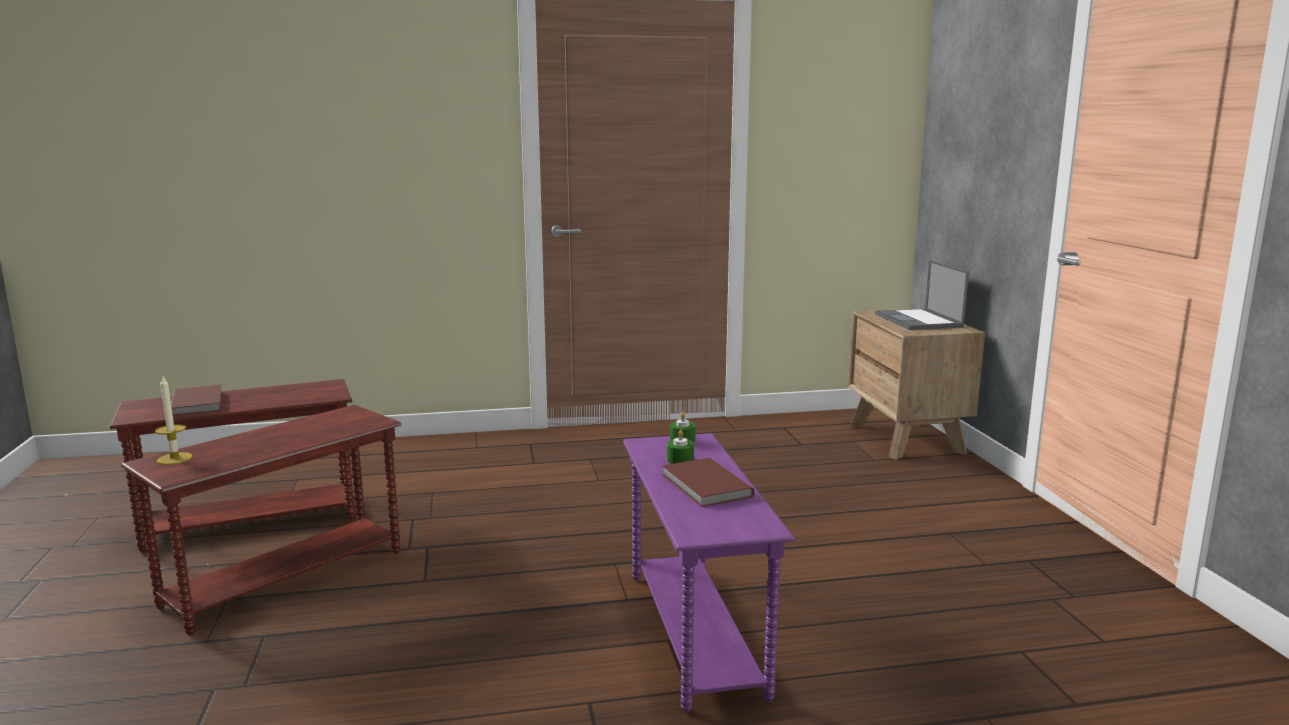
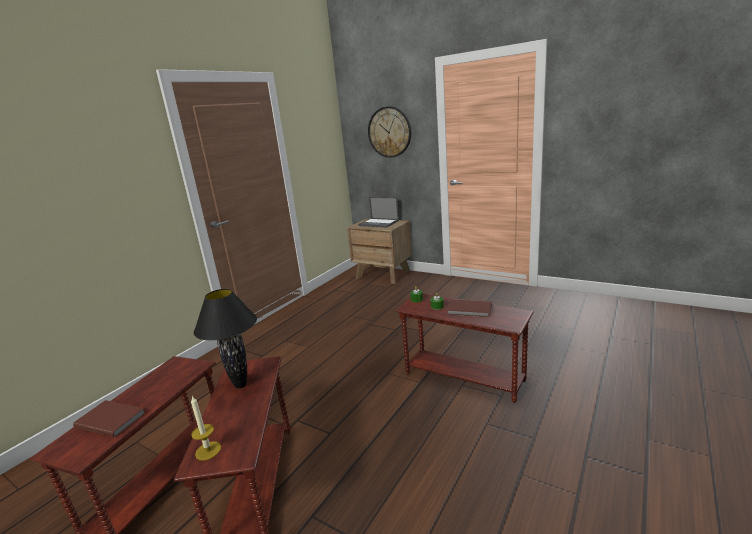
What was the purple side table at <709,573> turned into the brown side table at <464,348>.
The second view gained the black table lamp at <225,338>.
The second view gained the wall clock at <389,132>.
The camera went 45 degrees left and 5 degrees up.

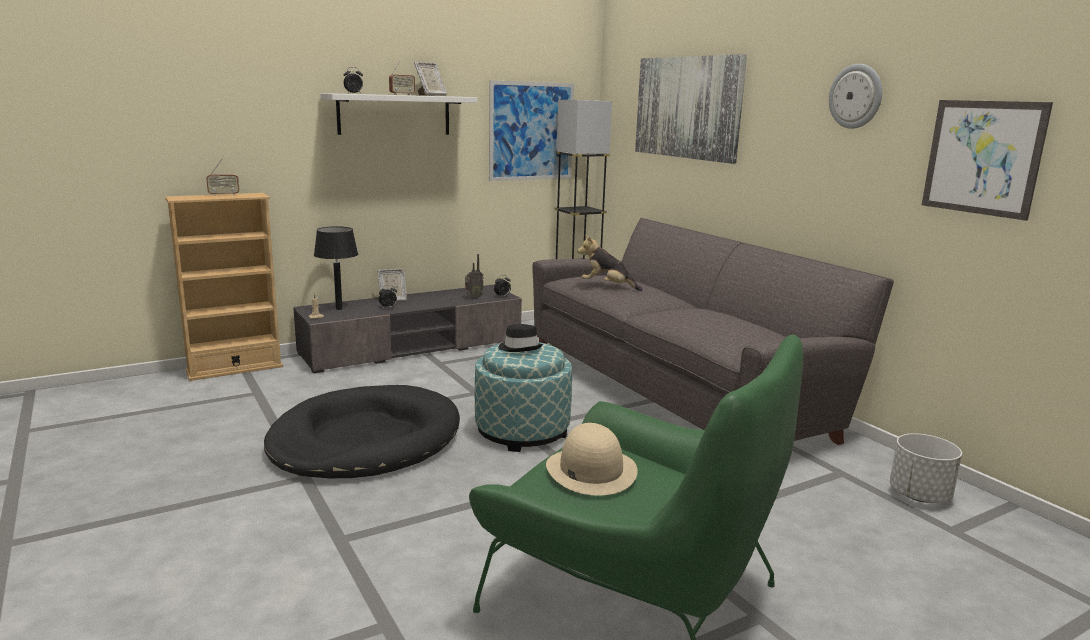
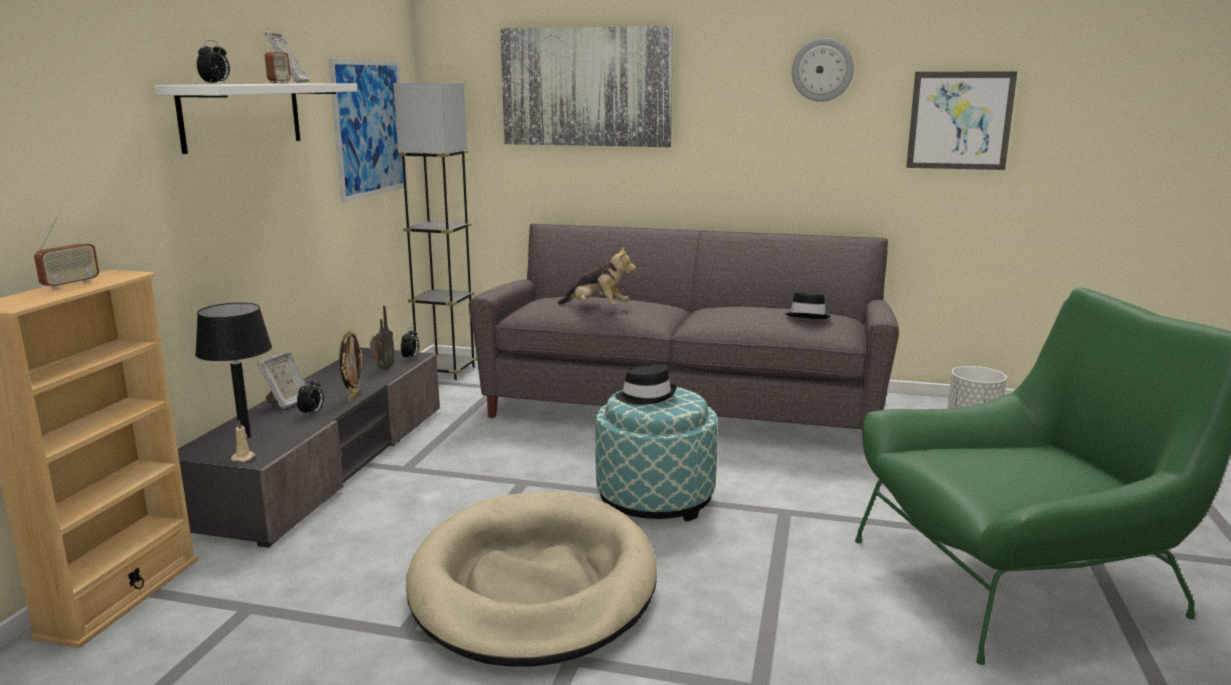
What was the black dog bed at <362,431> turned into the beige dog bed at <531,579>.
The second view lost the beige hat at <592,459>.
The plush toy at <610,263> ended up facing another way, 135 degrees counterclockwise from before.
The second view gained the picture frame at <351,366>.
The second view gained the black hat at <808,305>.
The camera went 45 degrees left and 0 degrees up.

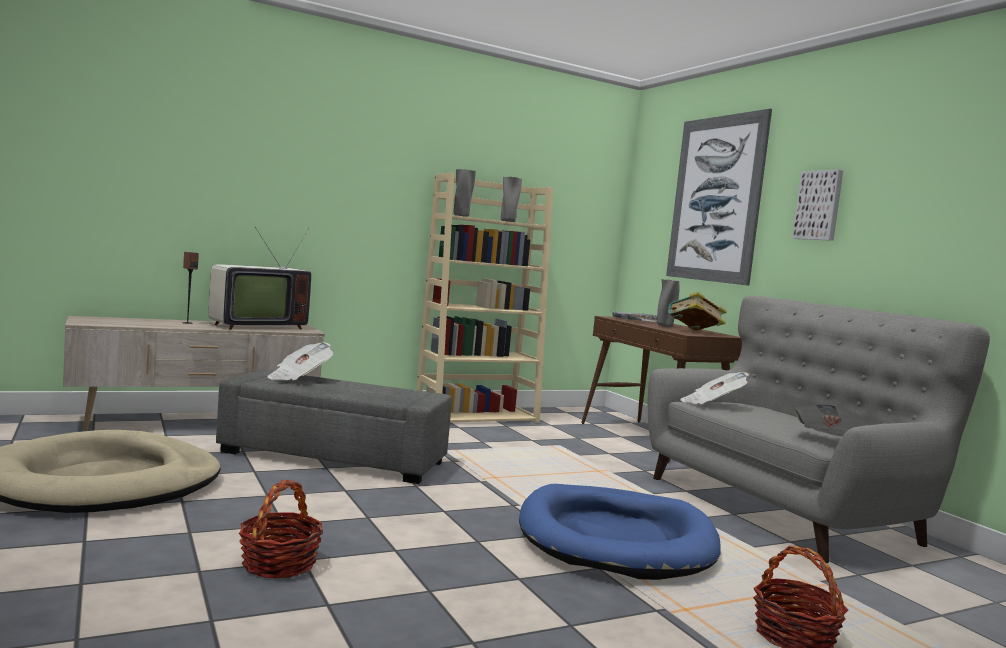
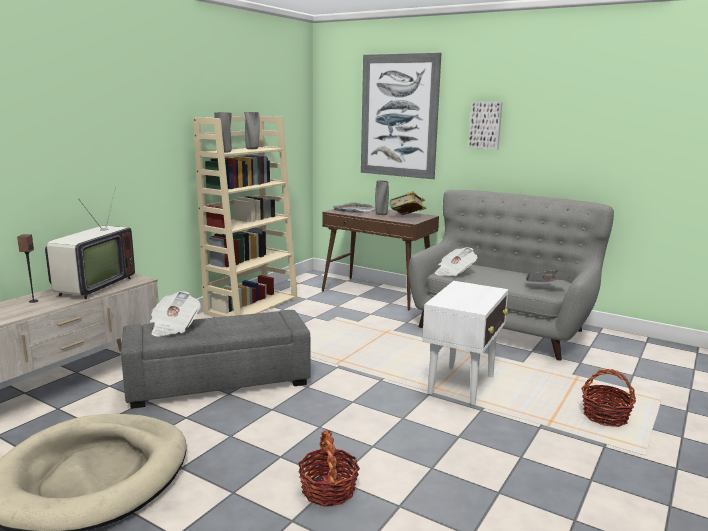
Where the blue dog bed stood at <620,532>, the white side table came to stand at <465,343>.
The camera went 30 degrees left and 10 degrees up.

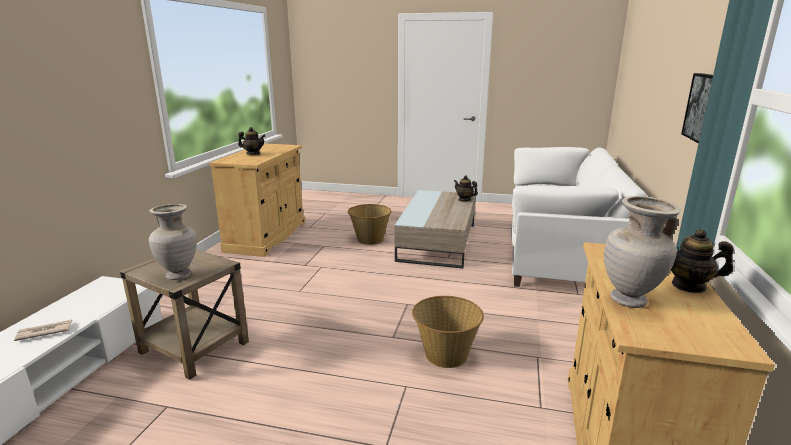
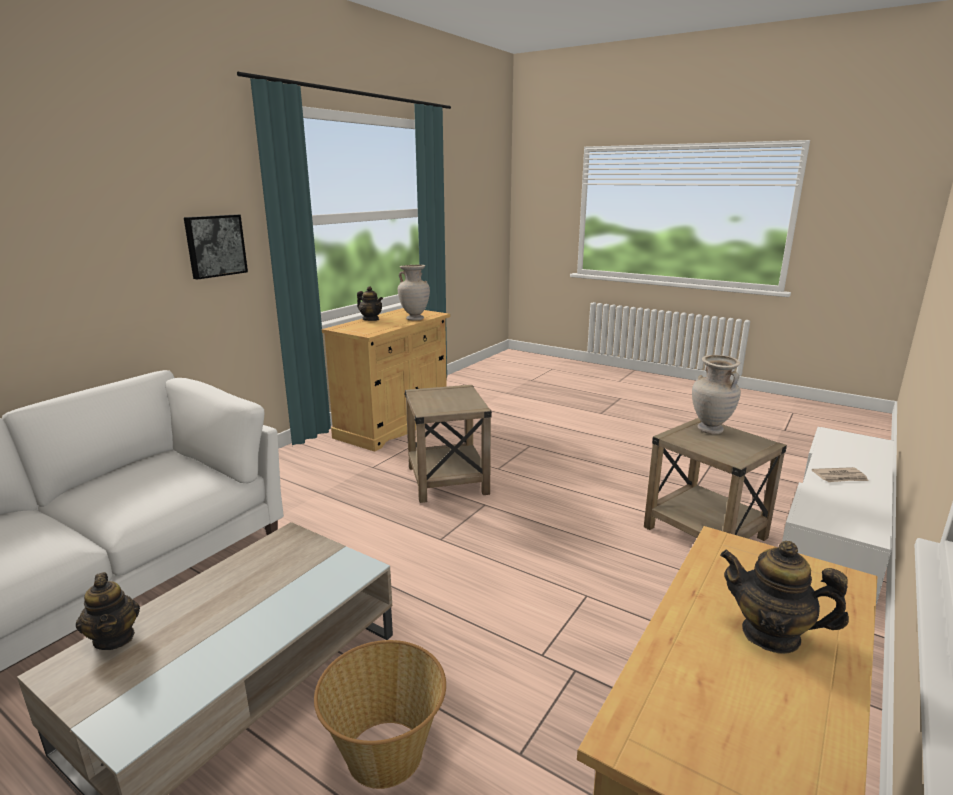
Where the basket stood at <448,332>, the beige side table came to stand at <448,444>.
The camera went 160 degrees left and 0 degrees up.

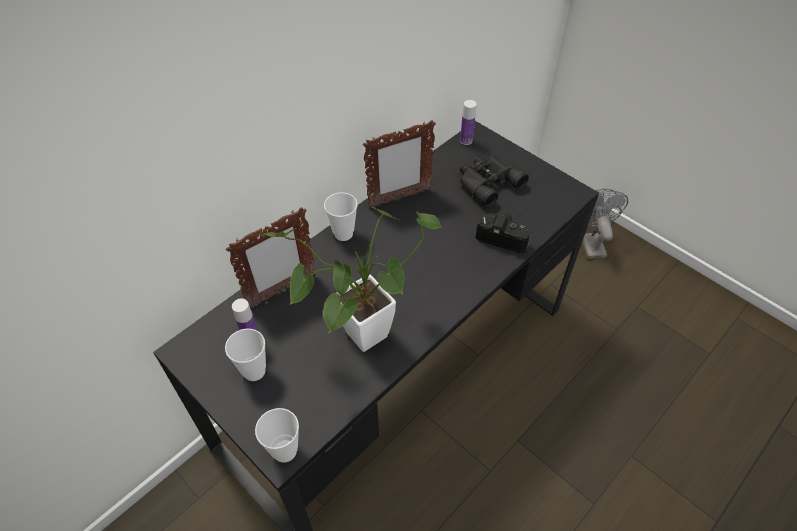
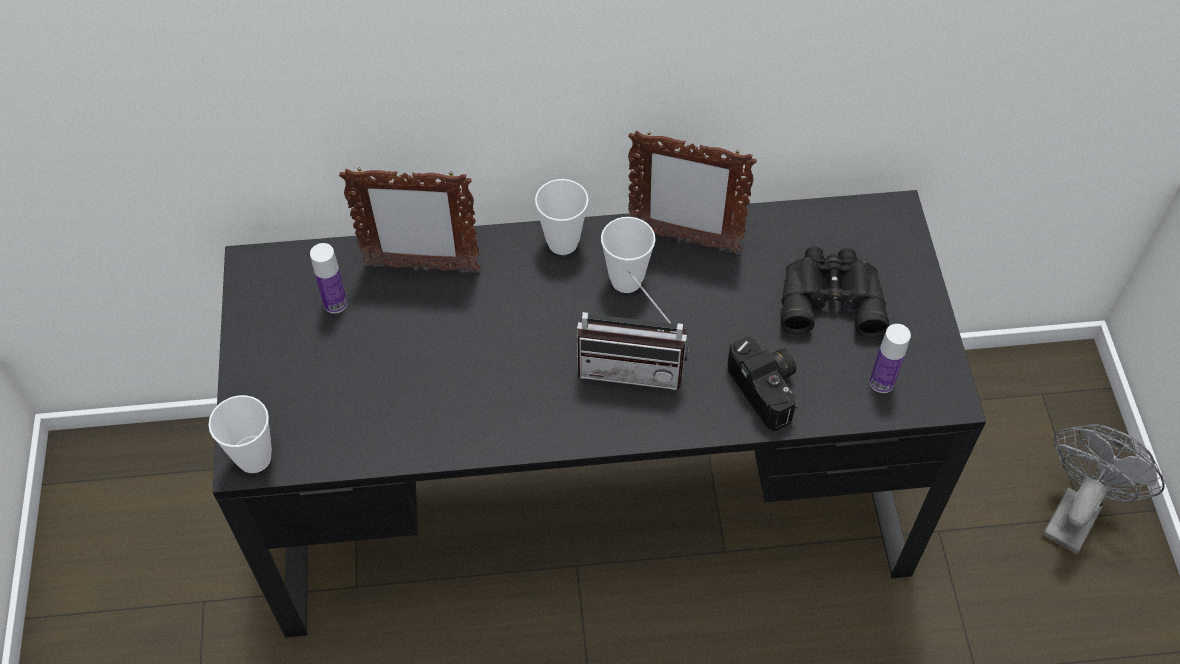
The cup ended up elsewhere, having gone from <245,355> to <628,255>.
The second view lost the potted plant at <351,279>.
The bottle ended up elsewhere, having gone from <468,122> to <890,358>.
The second view gained the radio at <633,329>.
The camera went 40 degrees right and 5 degrees up.

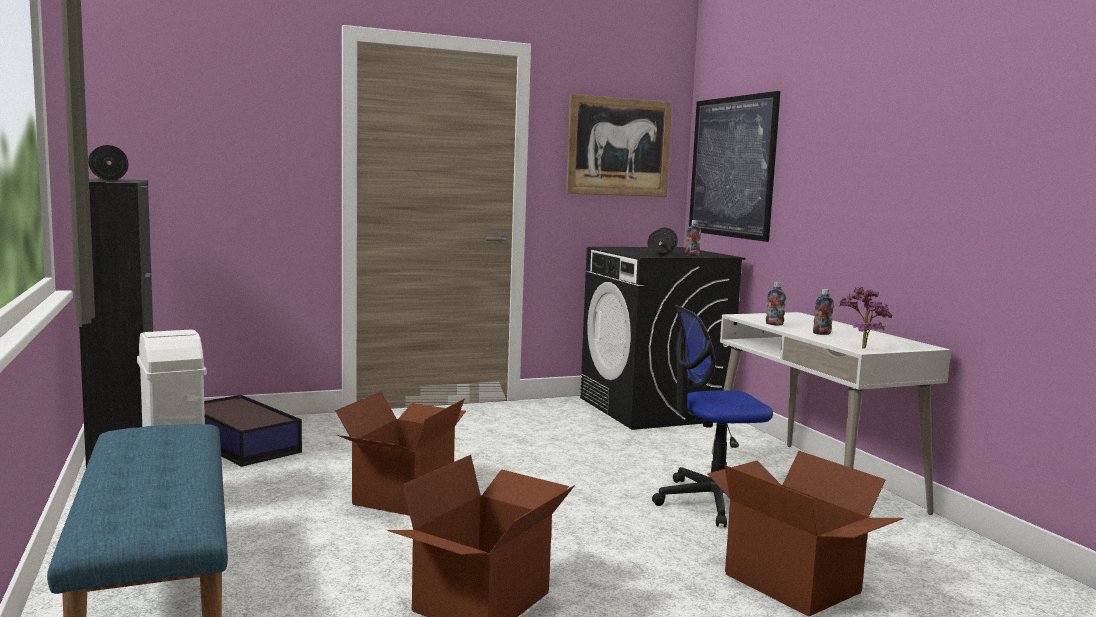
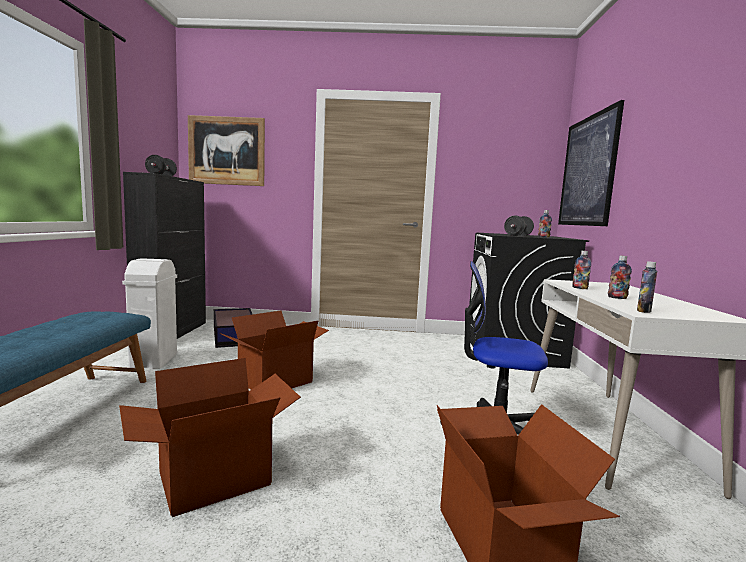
The picture ended up elsewhere, having gone from <619,145> to <226,150>.
Where the potted plant stood at <866,318>, the bottle came to stand at <647,287>.
The camera went 25 degrees right and 0 degrees up.

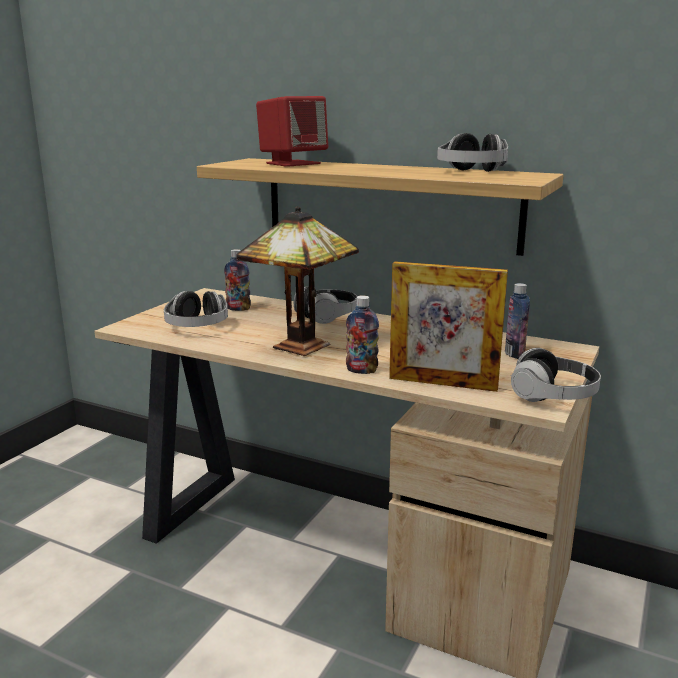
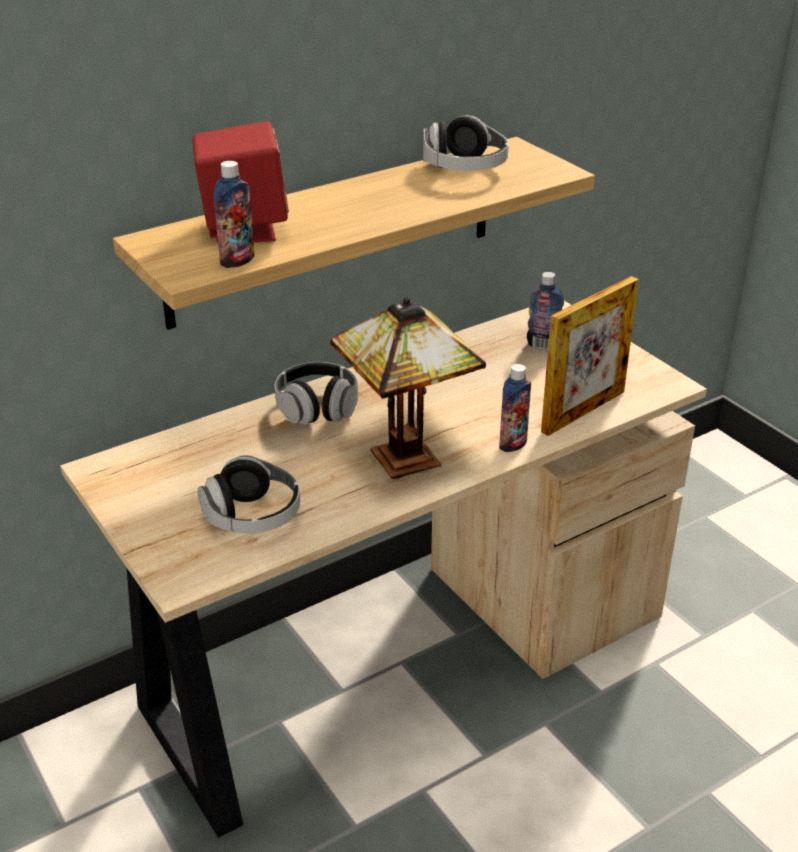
The bottle ended up elsewhere, having gone from <237,280> to <234,214>.
The second view lost the headphones at <556,375>.
The camera went 60 degrees left and 15 degrees up.

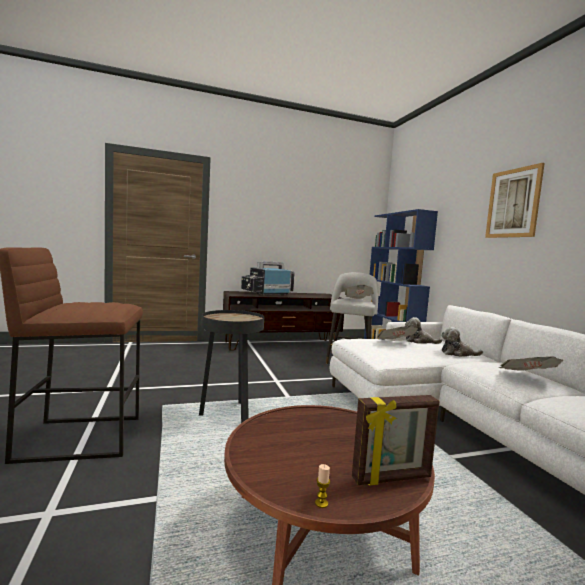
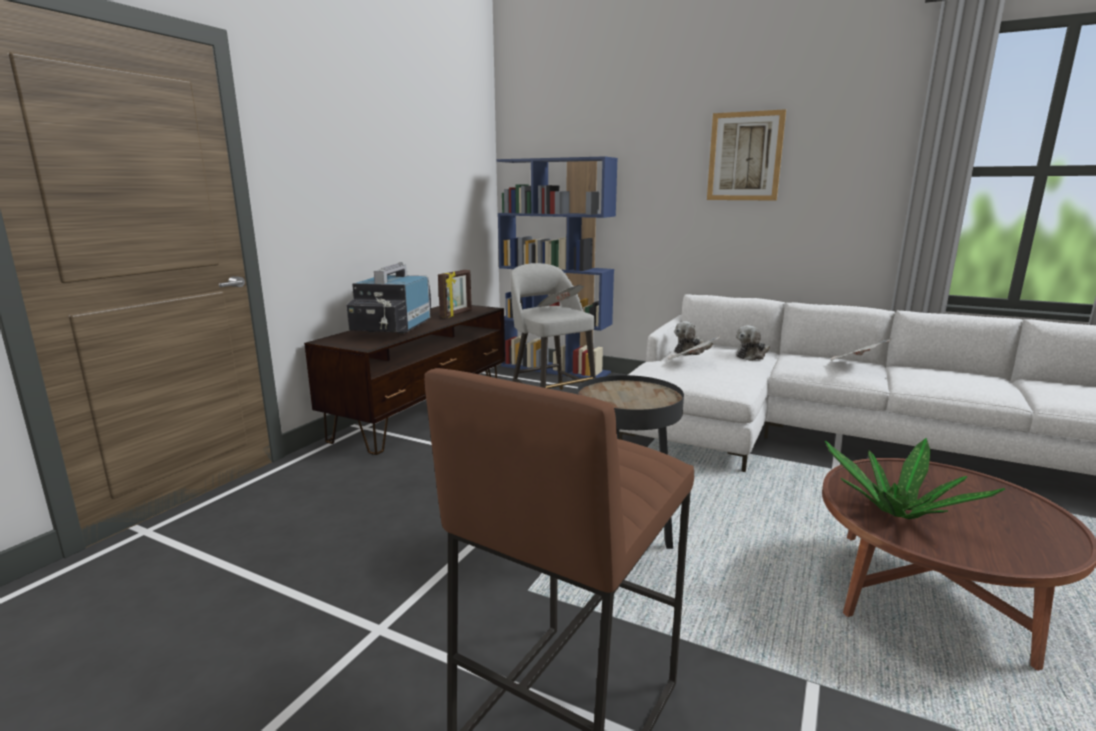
The second view lost the candle at <322,486>.
The picture frame ended up elsewhere, having gone from <395,440> to <455,294>.
The second view gained the potted plant at <915,478>.
The camera went 45 degrees left and 10 degrees up.

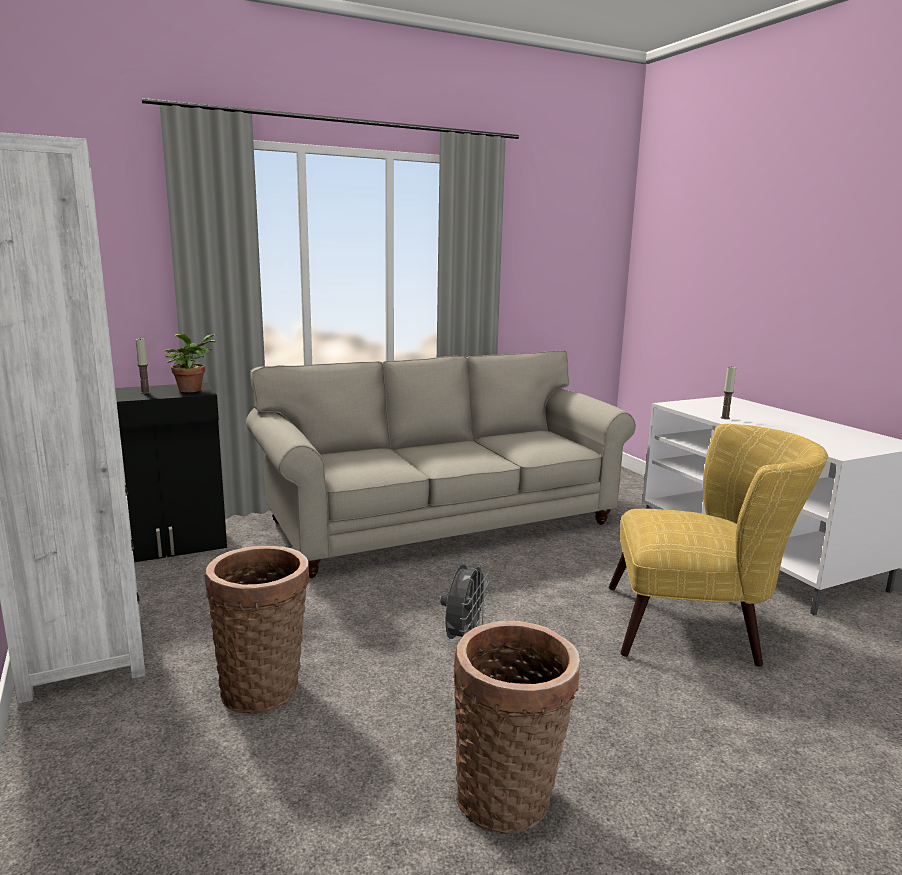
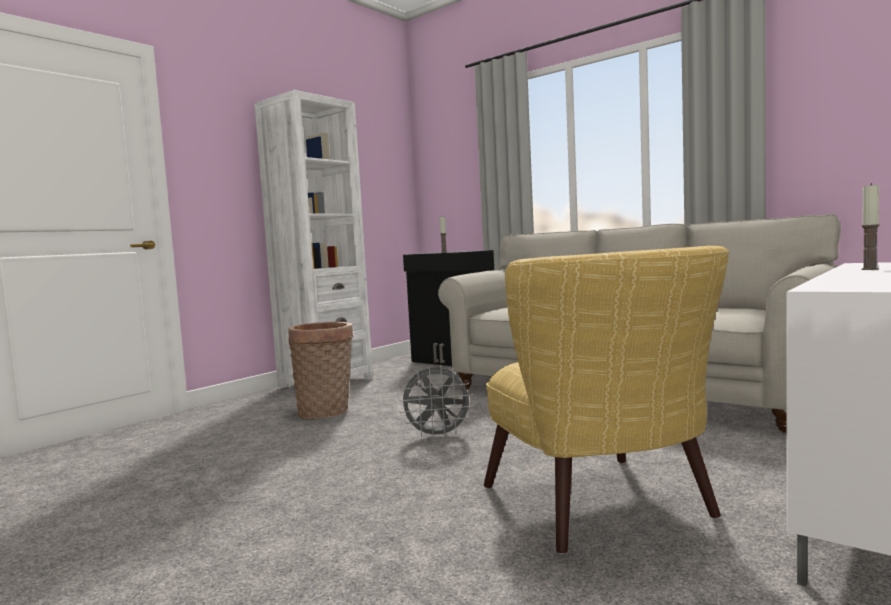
The second view lost the potted plant at <190,363>.
The second view lost the basket at <516,727>.
The camera went 65 degrees right and 10 degrees down.

